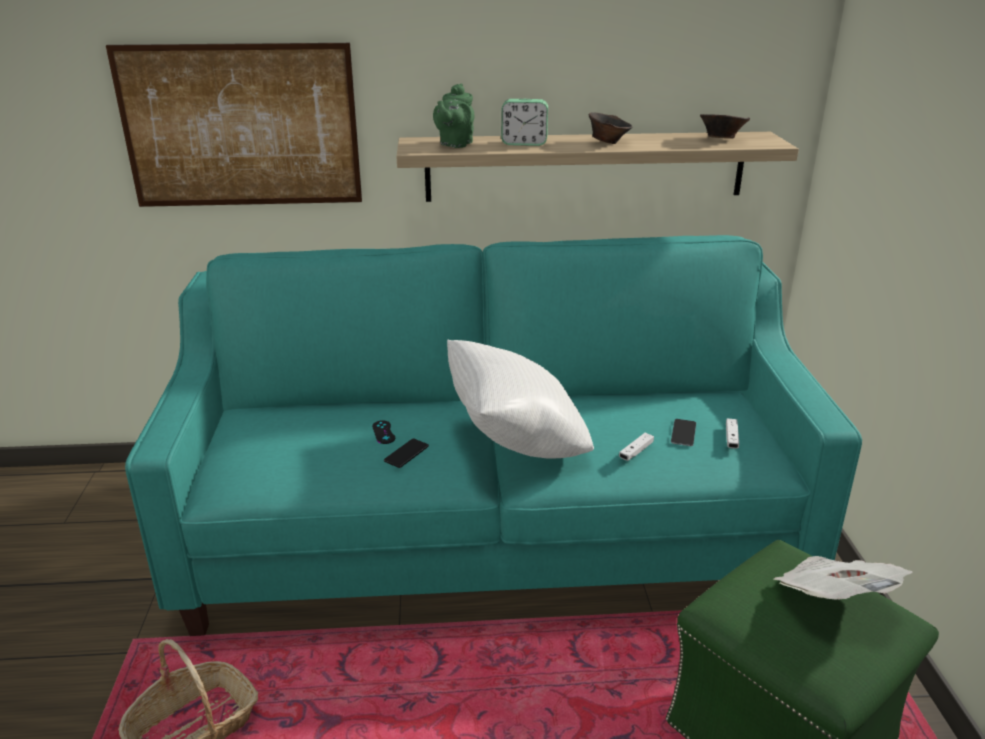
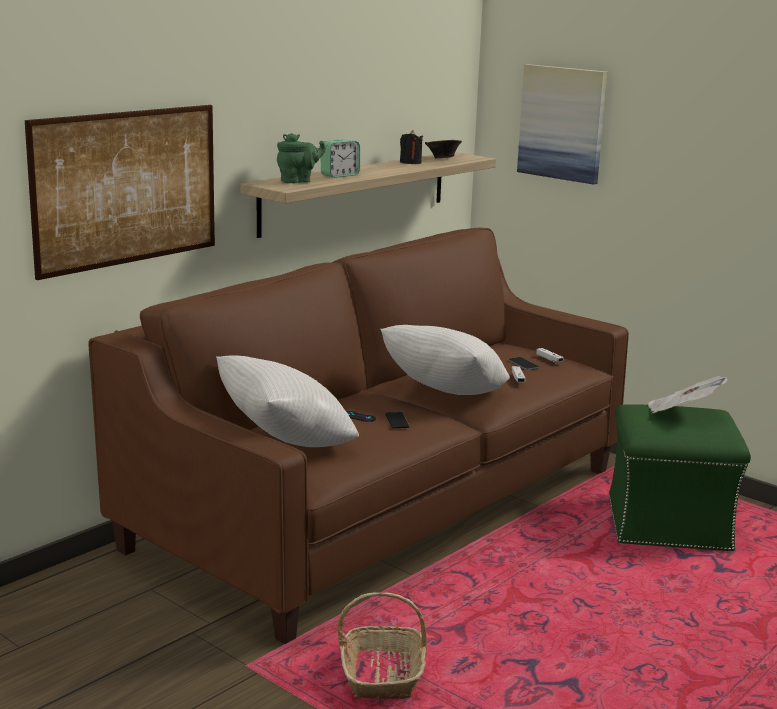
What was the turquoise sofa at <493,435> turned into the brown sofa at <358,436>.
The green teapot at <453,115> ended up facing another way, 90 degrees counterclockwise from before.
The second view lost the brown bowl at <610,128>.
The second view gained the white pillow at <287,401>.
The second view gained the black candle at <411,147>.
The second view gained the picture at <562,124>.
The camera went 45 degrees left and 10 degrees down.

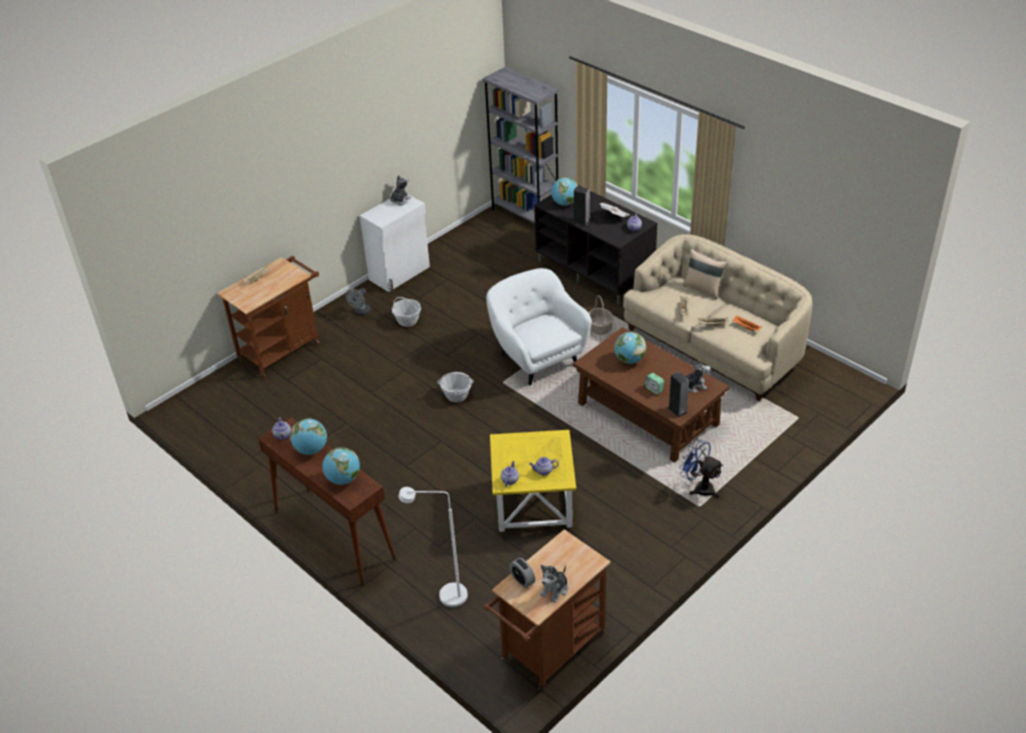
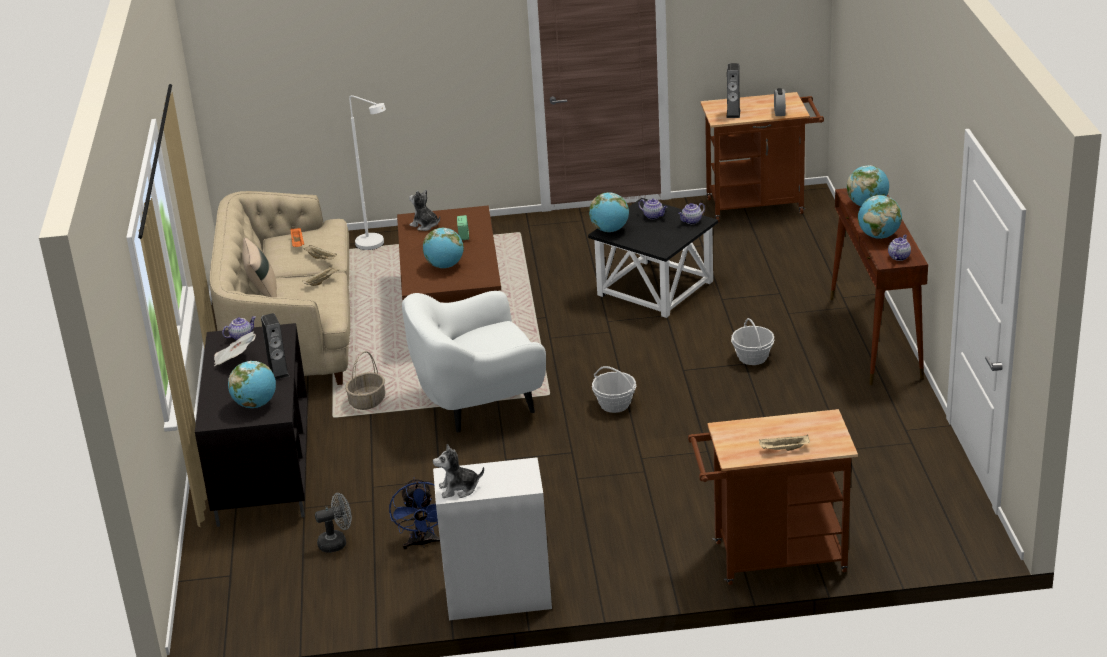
The grey fan ended up elsewhere, having gone from <358,302> to <333,523>.
The basket ended up elsewhere, having gone from <406,312> to <752,341>.
The white floor lamp ended up elsewhere, having gone from <433,547> to <367,172>.
The second view lost the grey bookcase at <520,145>.
The white armchair at <538,326> ended up facing another way, 60 degrees clockwise from before.
What was the yellow side table at <533,481> turned into the black side table at <653,258>.
The second view lost the plush toy at <554,584>.
The speaker ended up elsewhere, having gone from <678,394> to <733,90>.
The blue fan ended up elsewhere, having gone from <701,468> to <414,514>.
The second view gained the globe at <609,212>.
The camera went 140 degrees left and 10 degrees down.

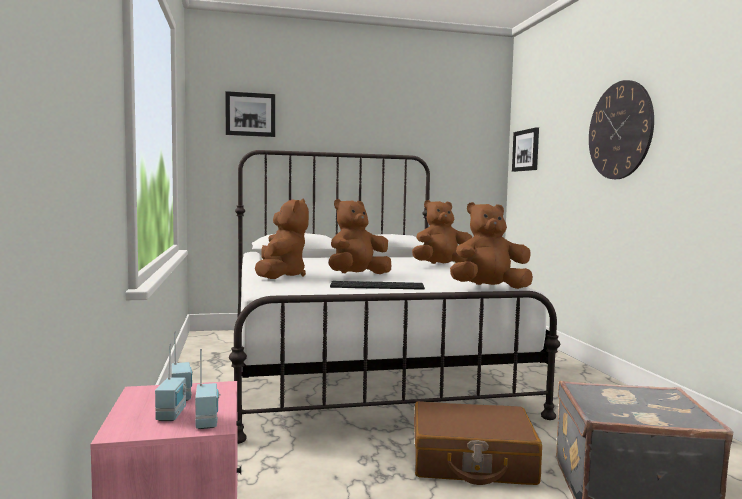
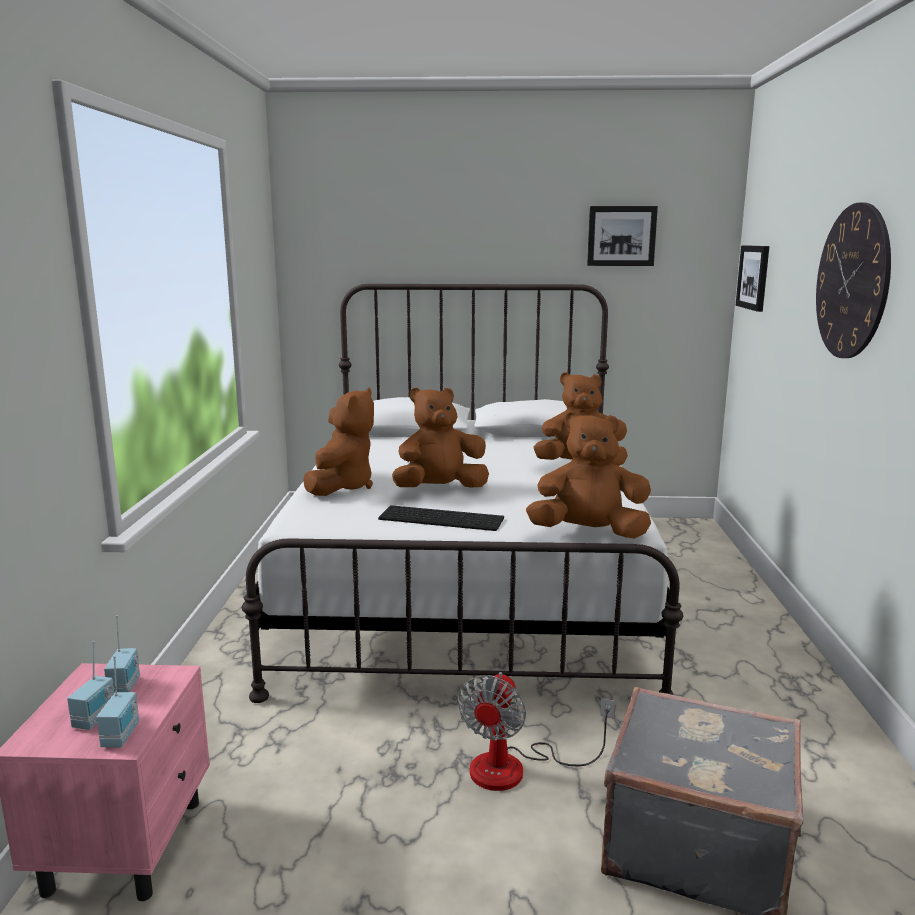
The picture ended up elsewhere, having gone from <250,114> to <622,236>.
Where the brown suitcase stood at <478,443>, the fan came to stand at <536,731>.
The camera went 15 degrees right and 10 degrees up.

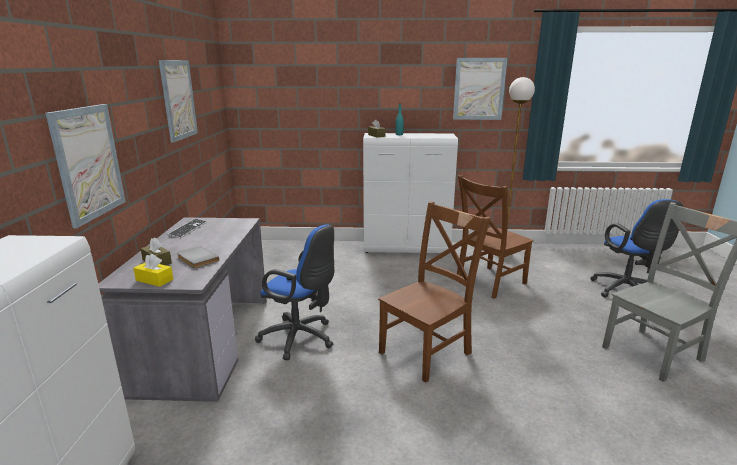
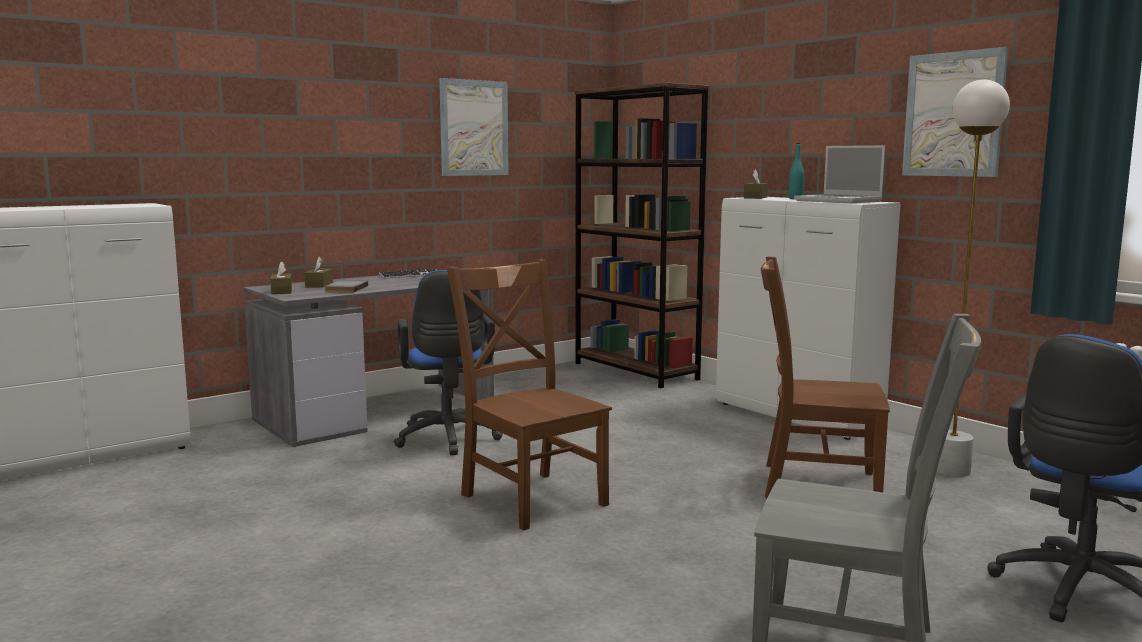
The second view lost the picture at <86,166>.
What was the yellow tissue box at <153,270> turned into the brown tissue box at <281,277>.
The brown chair at <434,292> ended up facing another way, 135 degrees counterclockwise from before.
The second view gained the brown bookcase at <642,235>.
The second view gained the laptop at <839,174>.
The camera went 50 degrees right and 10 degrees down.

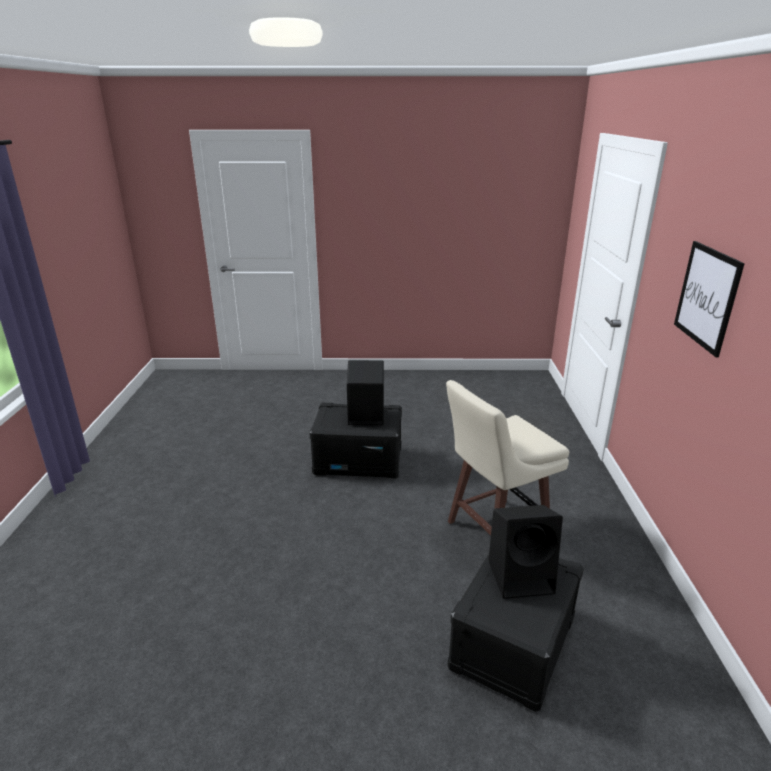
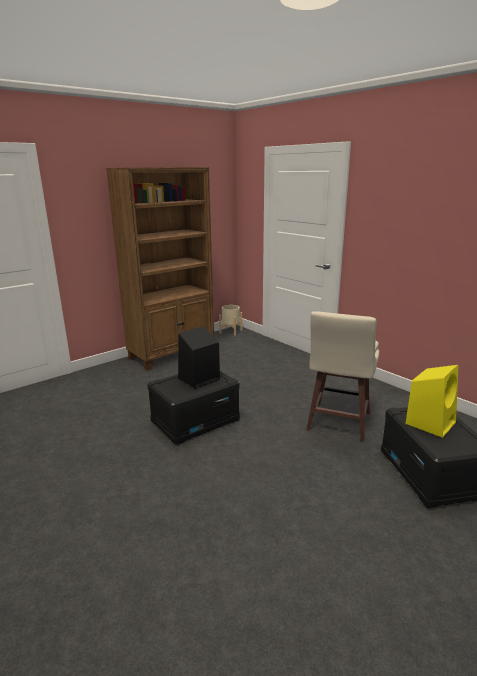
What was the black speaker at <525,552> turned into the yellow speaker at <431,401>.
The second view lost the picture at <709,299>.
The second view gained the brown bookcase at <160,268>.
The second view gained the beige planter at <230,320>.
The camera went 40 degrees left and 5 degrees down.

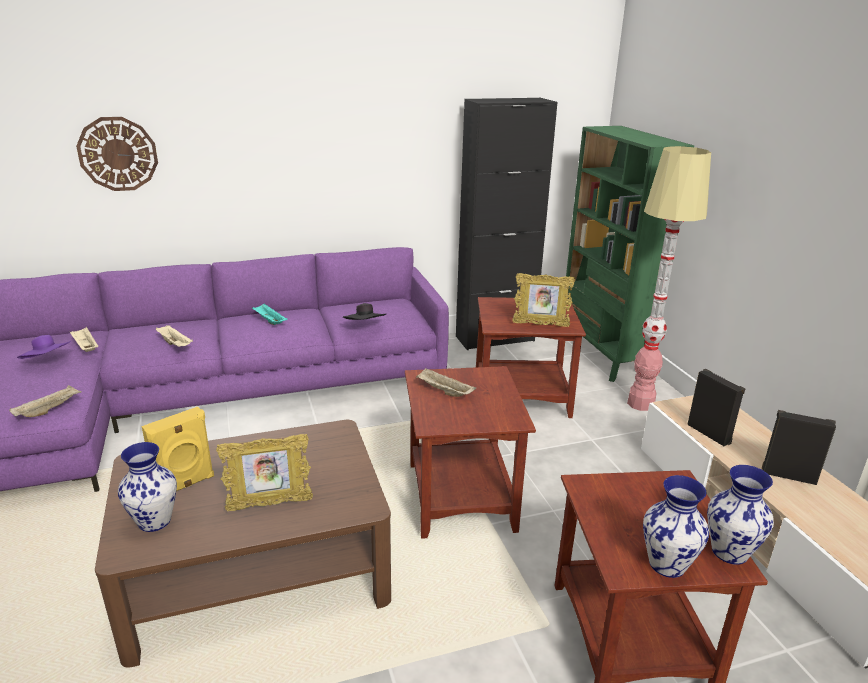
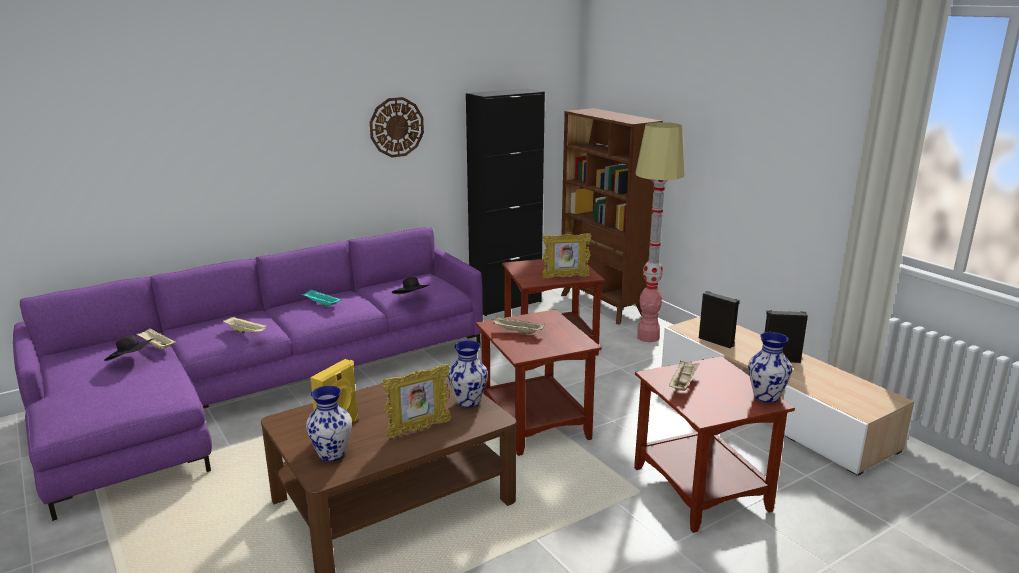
The beige tray ended up elsewhere, having gone from <45,401> to <684,375>.
What was the purple hat at <44,347> turned into the black hat at <128,348>.
The wall clock ended up elsewhere, having gone from <117,154> to <397,127>.
What was the green bookcase at <630,254> turned into the brown bookcase at <612,216>.
The vase ended up elsewhere, having gone from <676,526> to <468,374>.
The camera went 15 degrees left and 5 degrees down.

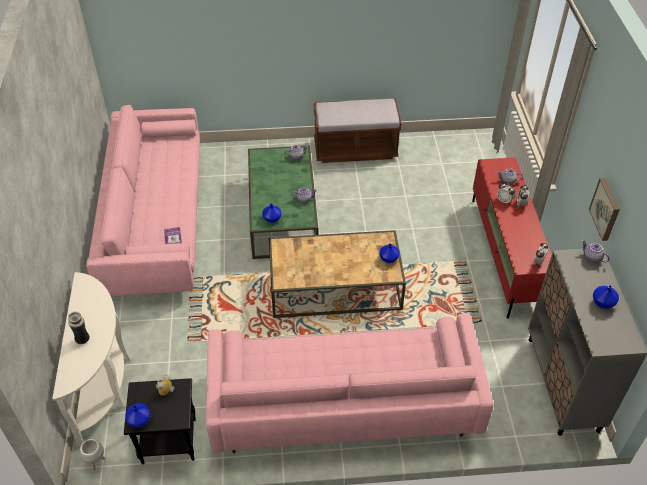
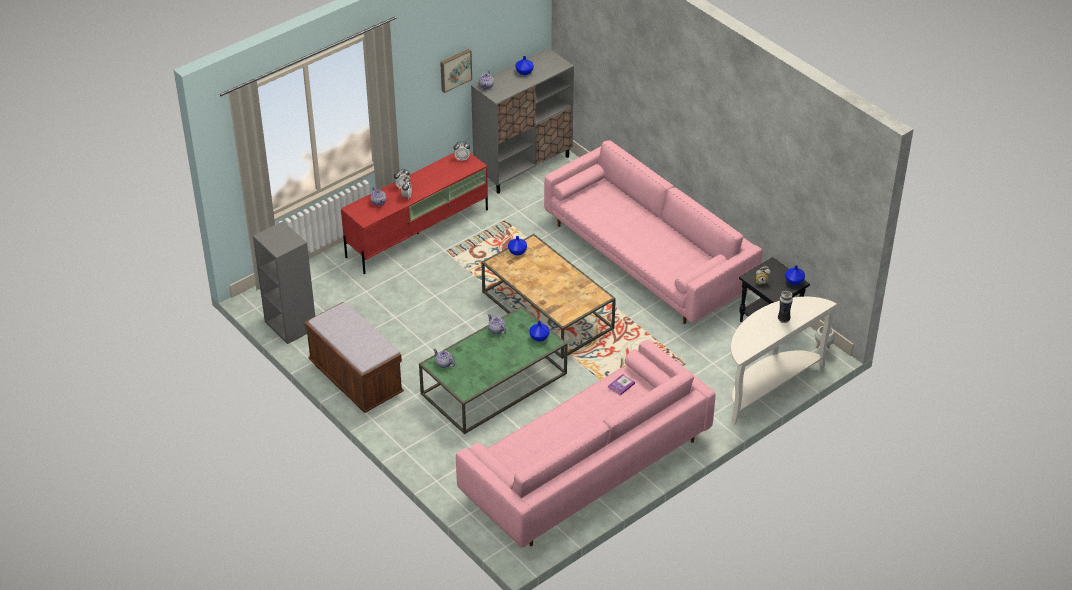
The second view gained the grey bookcase at <284,282>.
The camera went 125 degrees left and 5 degrees down.

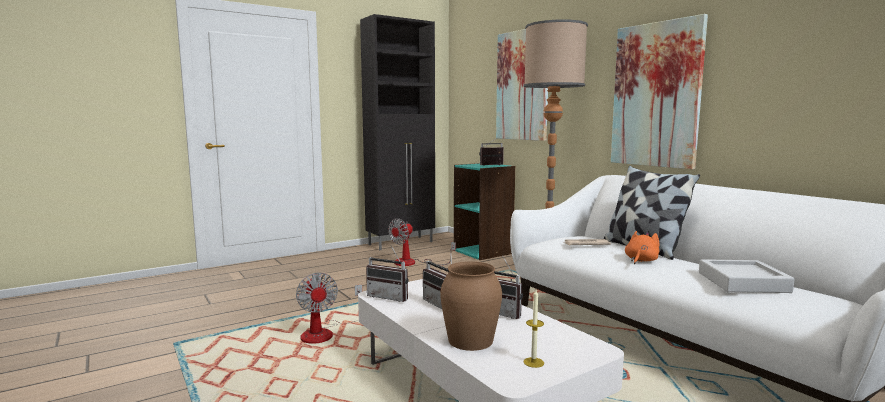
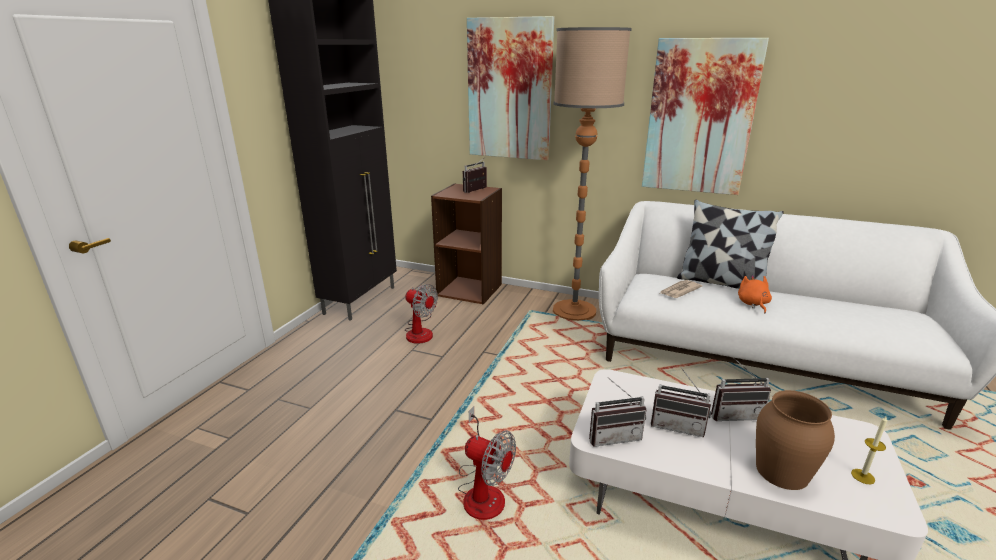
The fan at <422,242> ended up facing another way, 60 degrees counterclockwise from before.
What was the turquoise bookcase at <484,211> turned into the brown bookcase at <466,244>.
The second view lost the grey tray at <747,276>.
The camera went 35 degrees left and 15 degrees up.

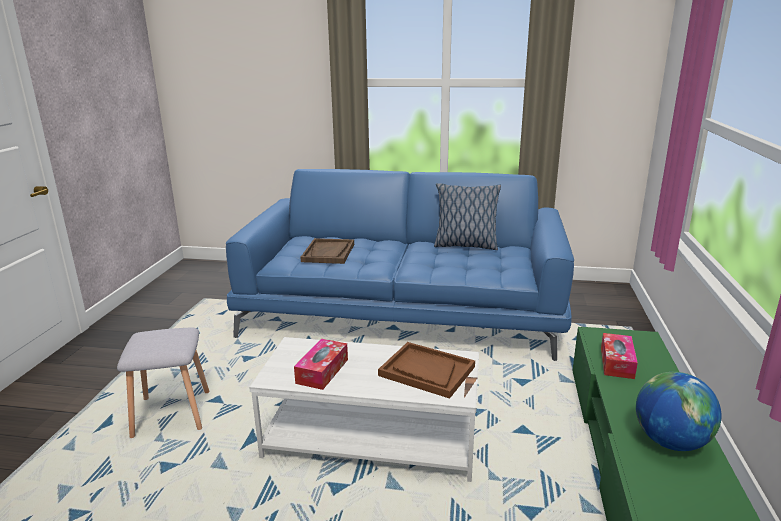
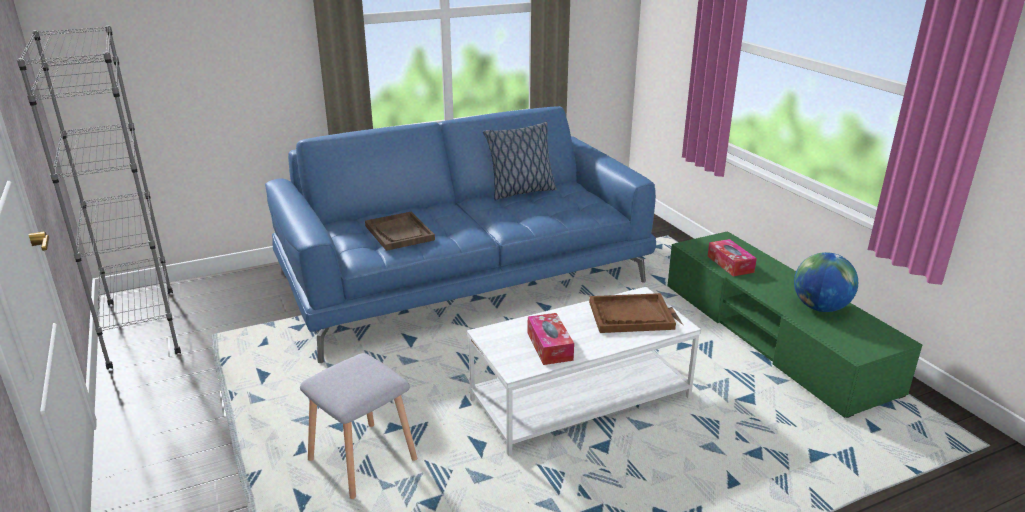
The second view gained the grey bookcase at <99,198>.
The camera went 35 degrees left and 5 degrees up.

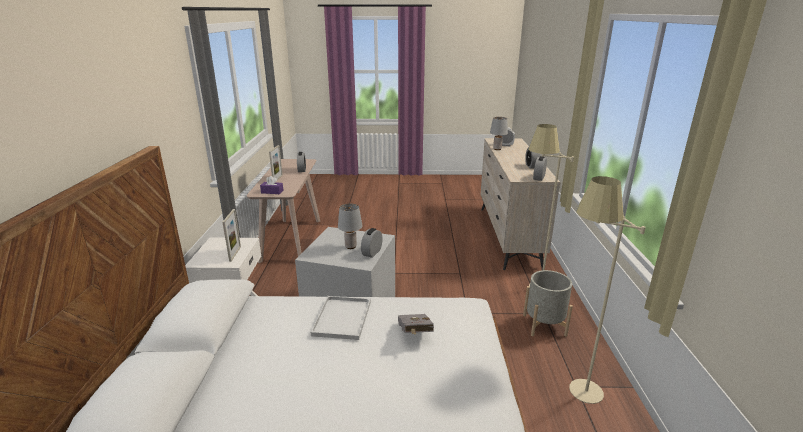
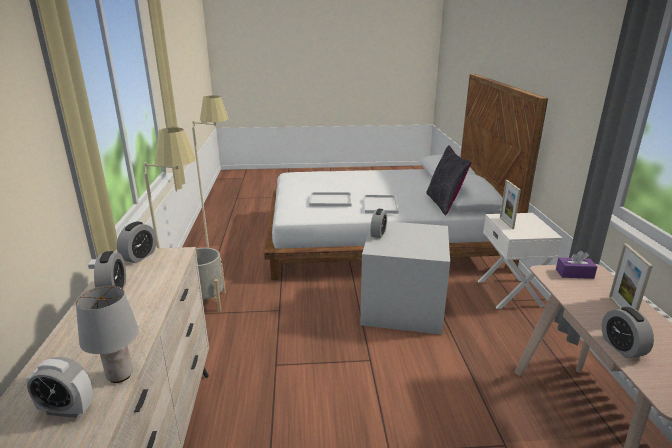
The second view lost the grey table lamp at <350,226>.
Where the grey book stood at <416,324>, the white tray came to stand at <330,199>.
The second view gained the black pillow at <449,180>.
The camera went 175 degrees right and 0 degrees up.

